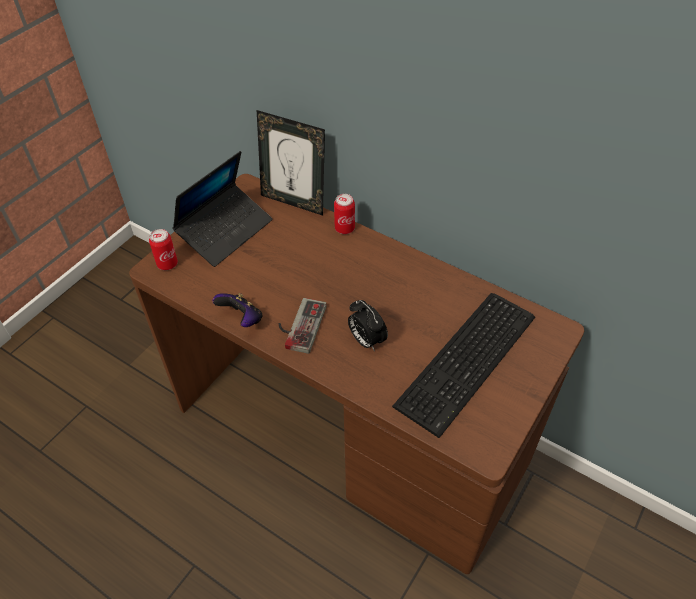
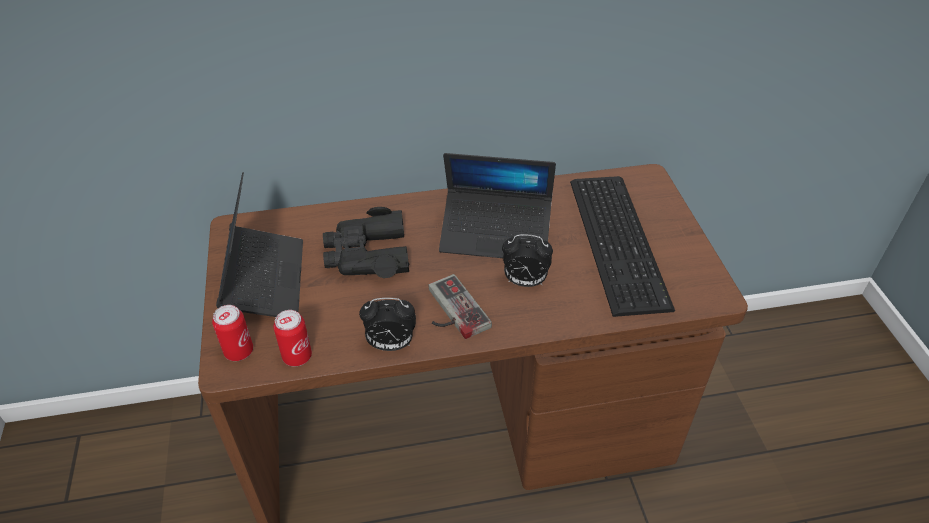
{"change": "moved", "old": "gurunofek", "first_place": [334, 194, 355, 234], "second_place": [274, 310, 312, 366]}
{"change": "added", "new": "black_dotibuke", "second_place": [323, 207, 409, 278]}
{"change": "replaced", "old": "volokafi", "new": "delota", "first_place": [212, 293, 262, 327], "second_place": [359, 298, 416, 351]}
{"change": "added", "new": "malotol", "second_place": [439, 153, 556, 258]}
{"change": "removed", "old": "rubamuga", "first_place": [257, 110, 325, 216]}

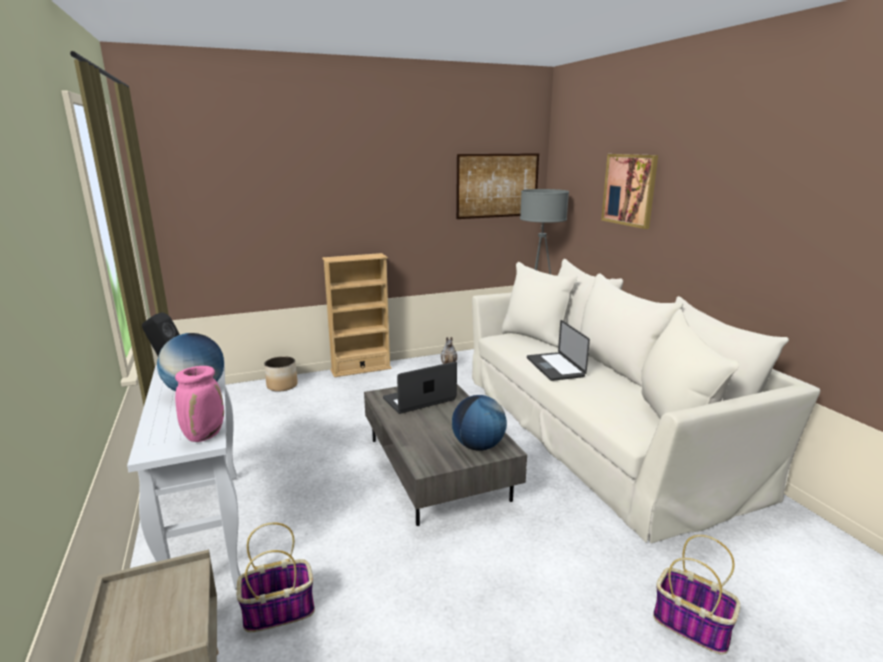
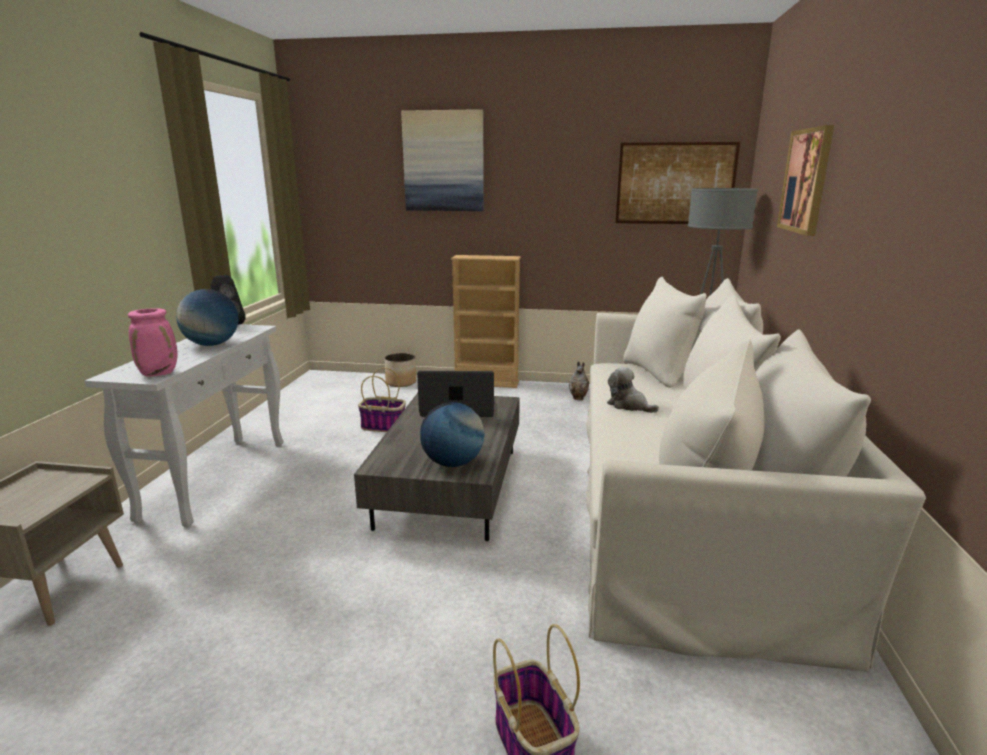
{"change": "moved", "old": "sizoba", "first_place": [237, 522, 315, 632], "second_place": [358, 368, 406, 432]}
{"change": "added", "new": "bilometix", "second_place": [401, 109, 484, 211]}
{"change": "replaced", "old": "malotol", "new": "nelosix", "first_place": [527, 320, 590, 381], "second_place": [607, 367, 659, 413]}

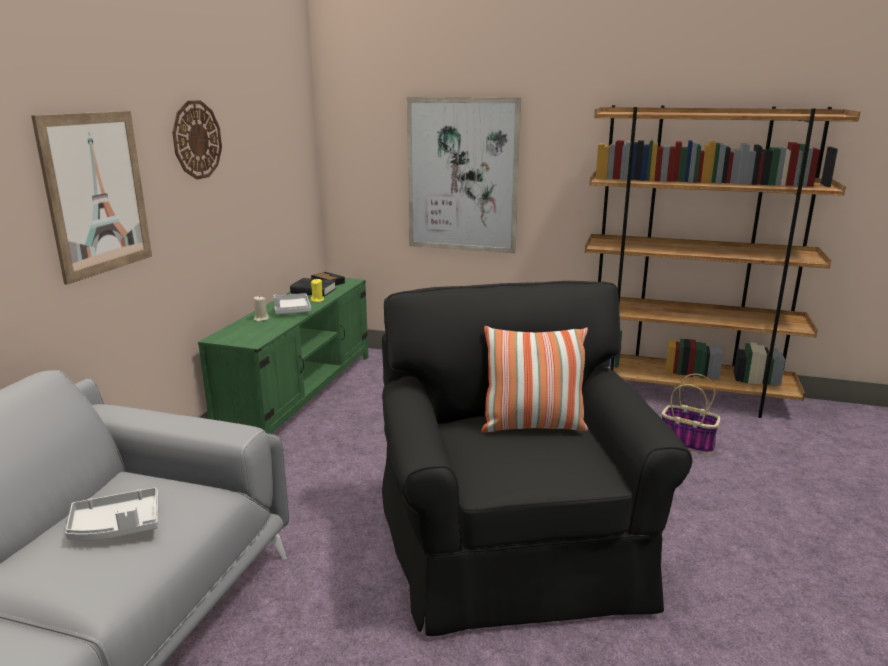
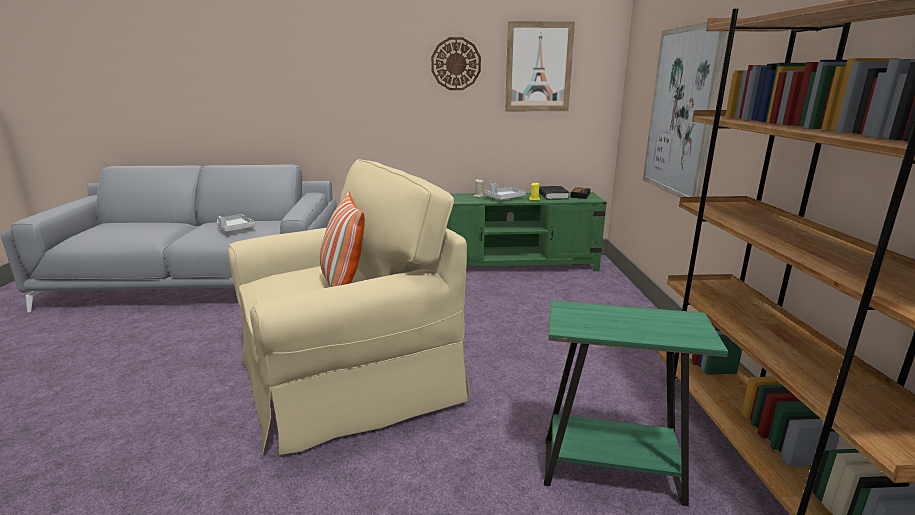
{"change": "recoloured", "old": "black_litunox", "new": "beige_litunox", "first_place": [382, 281, 692, 636], "second_place": [228, 159, 470, 455]}
{"change": "moved", "old": "bilometix", "first_place": [31, 111, 152, 285], "second_place": [505, 21, 575, 111]}
{"change": "replaced", "old": "sizoba", "new": "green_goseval", "first_place": [662, 374, 720, 454], "second_place": [544, 301, 728, 506]}

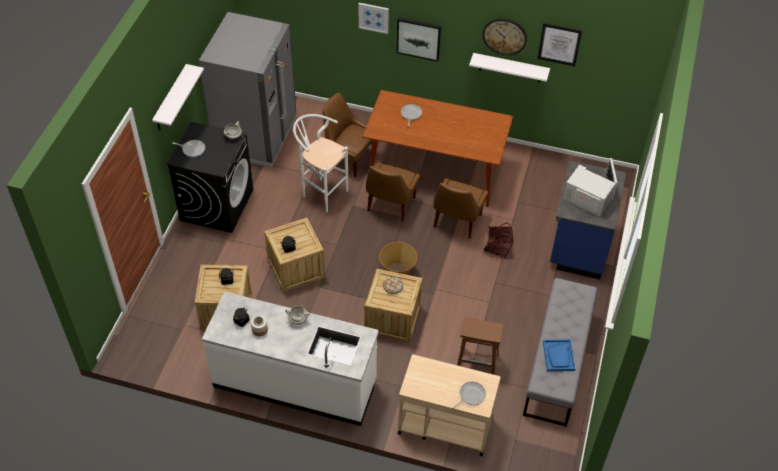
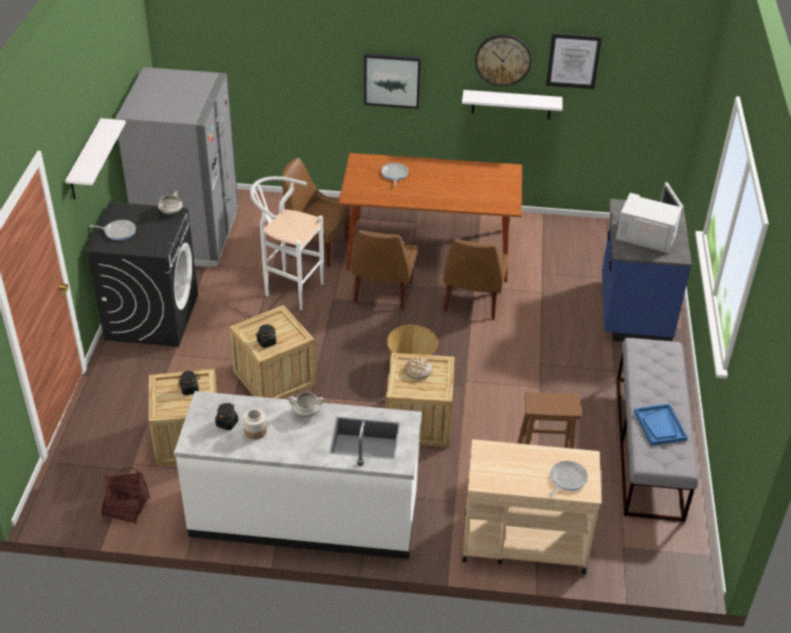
{"change": "moved", "old": "sizoba", "first_place": [484, 223, 514, 258], "second_place": [102, 467, 150, 524]}
{"change": "removed", "old": "bilometix", "first_place": [359, 3, 389, 34]}

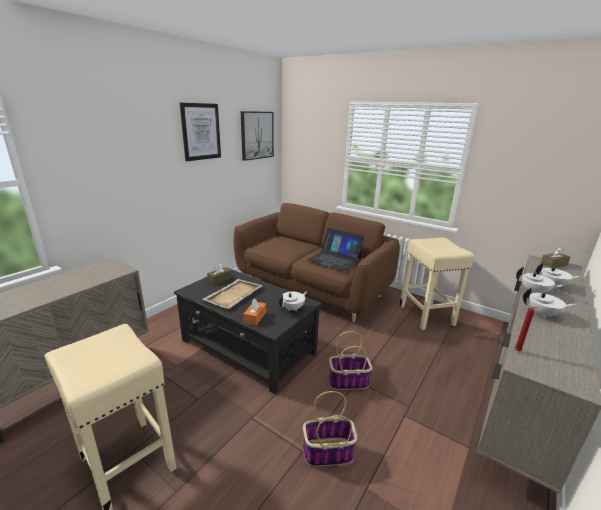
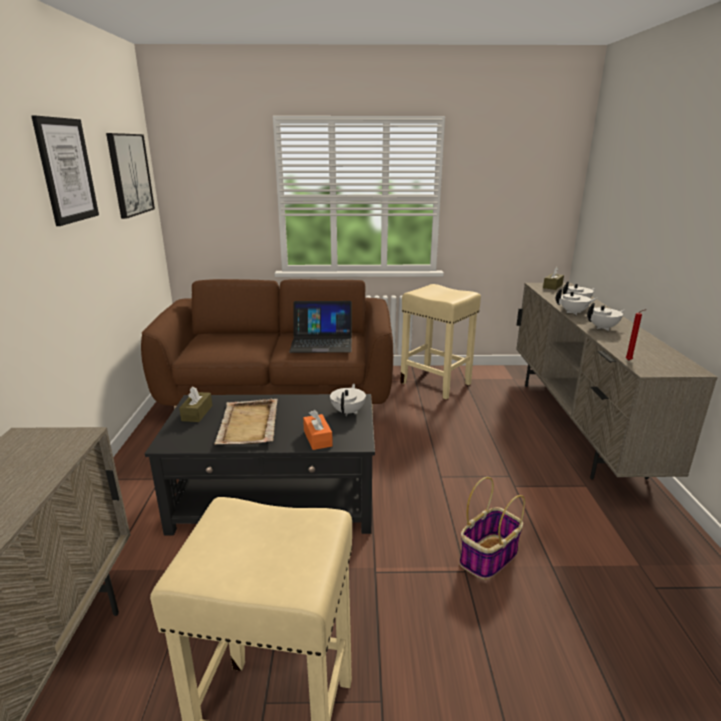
{"change": "removed", "old": "sizoba", "first_place": [329, 331, 373, 390]}

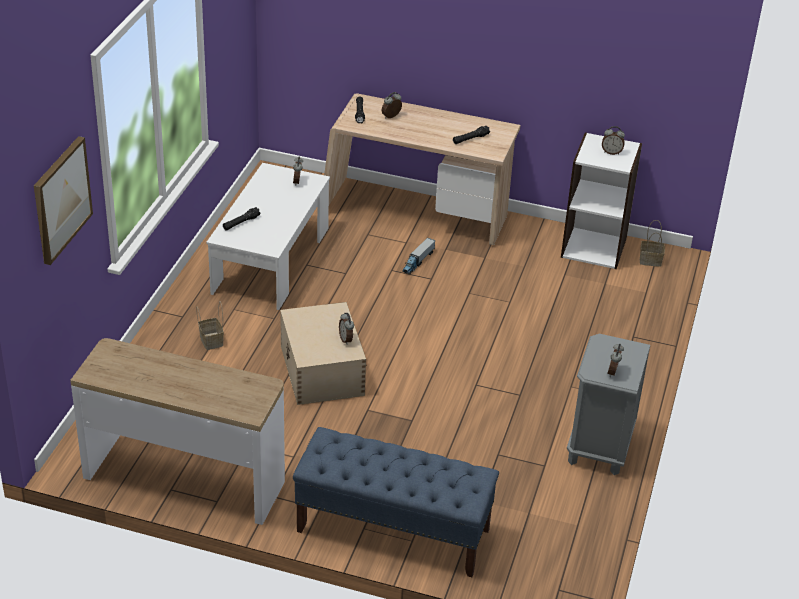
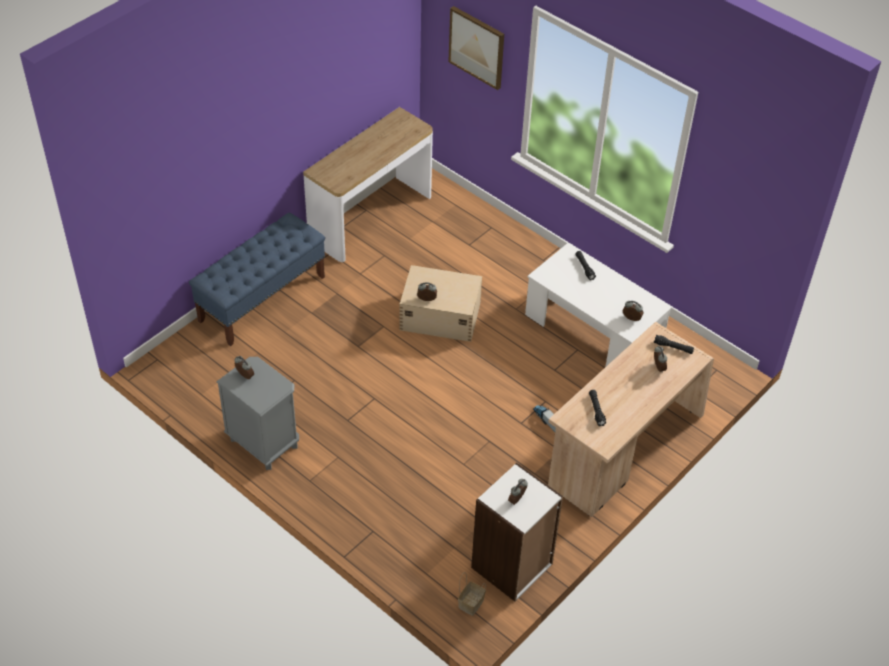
{"change": "removed", "old": "sizoba", "first_place": [196, 302, 224, 350]}

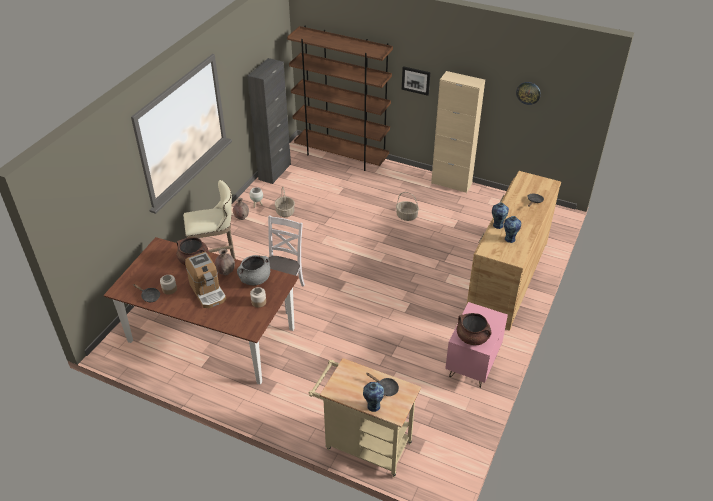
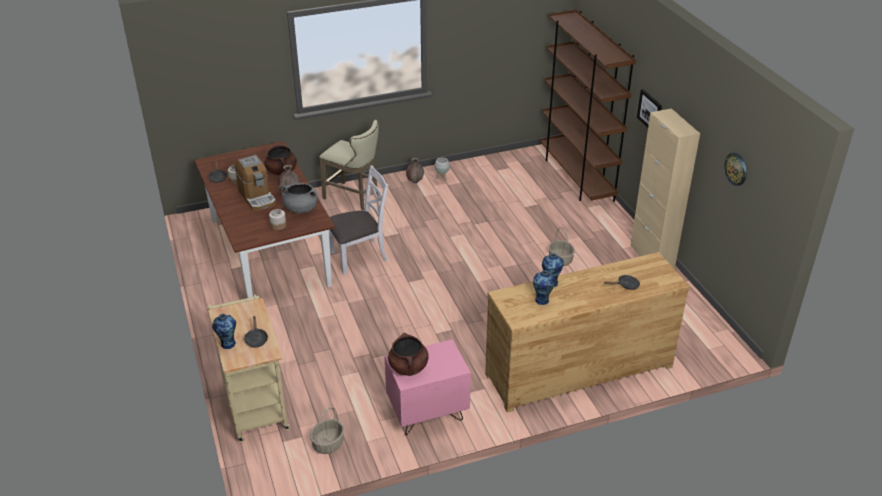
{"change": "turned", "old": "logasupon", "first_place": [185, 252, 226, 308], "second_place": [235, 155, 276, 211], "degrees": -45}
{"change": "moved", "old": "sizoba", "first_place": [275, 187, 295, 217], "second_place": [310, 408, 344, 454]}
{"change": "removed", "old": "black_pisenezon", "first_place": [247, 58, 291, 184]}

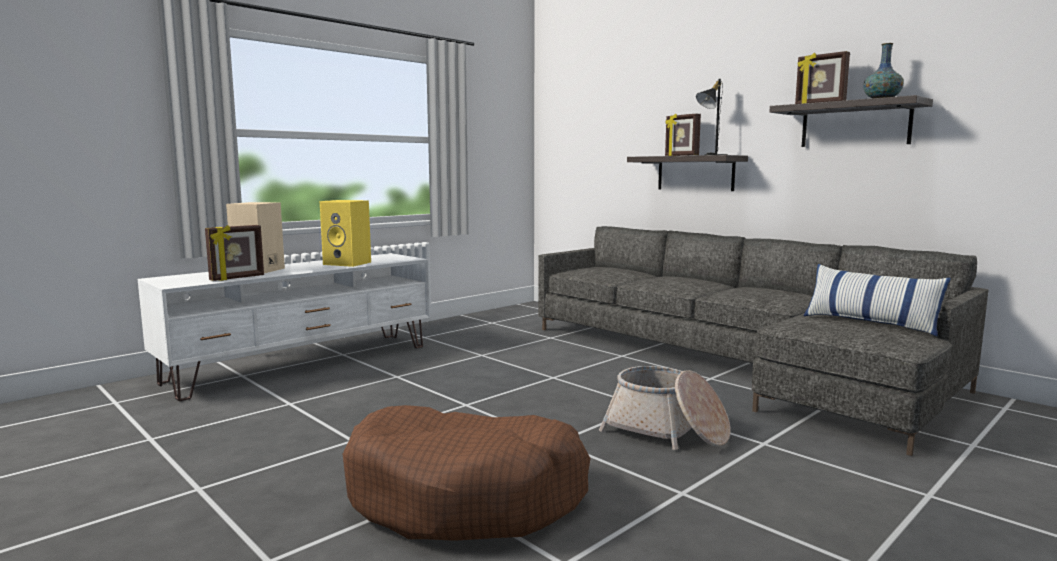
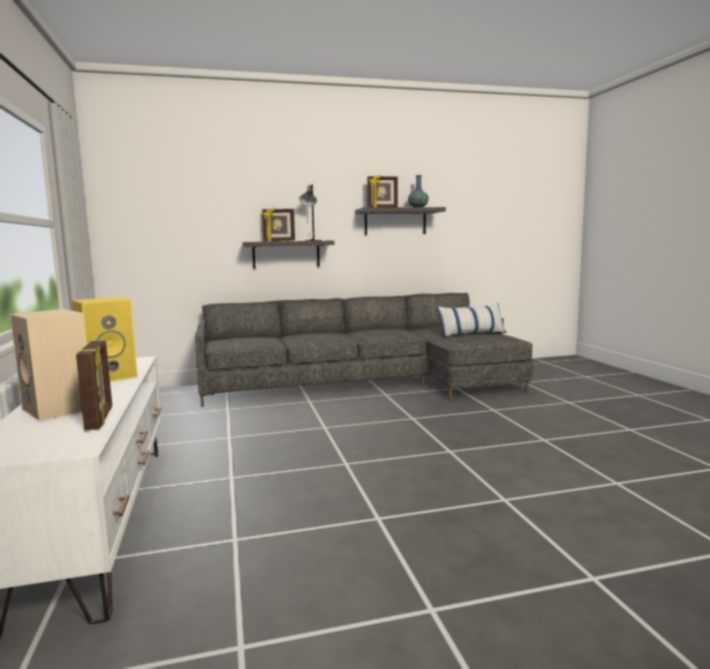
{"change": "removed", "old": "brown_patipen", "first_place": [343, 405, 591, 541]}
{"change": "removed", "old": "sizoba", "first_place": [599, 366, 731, 450]}

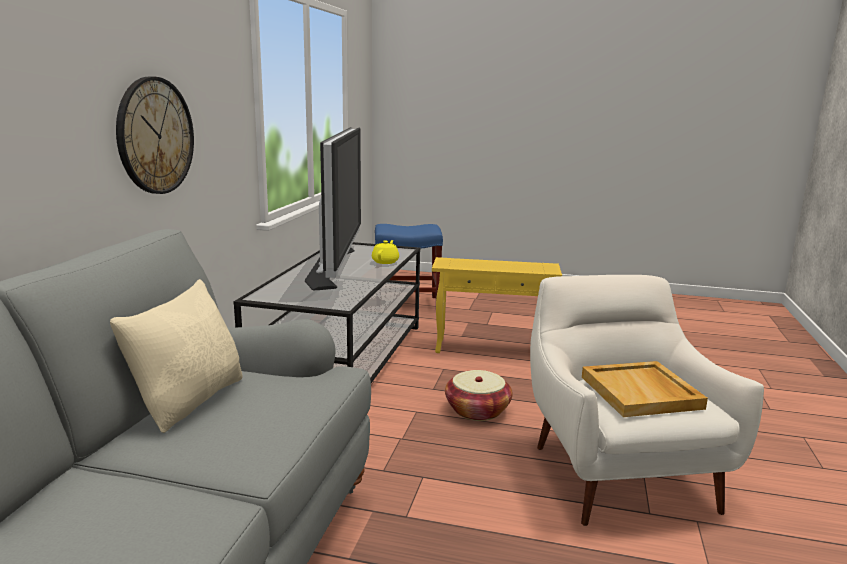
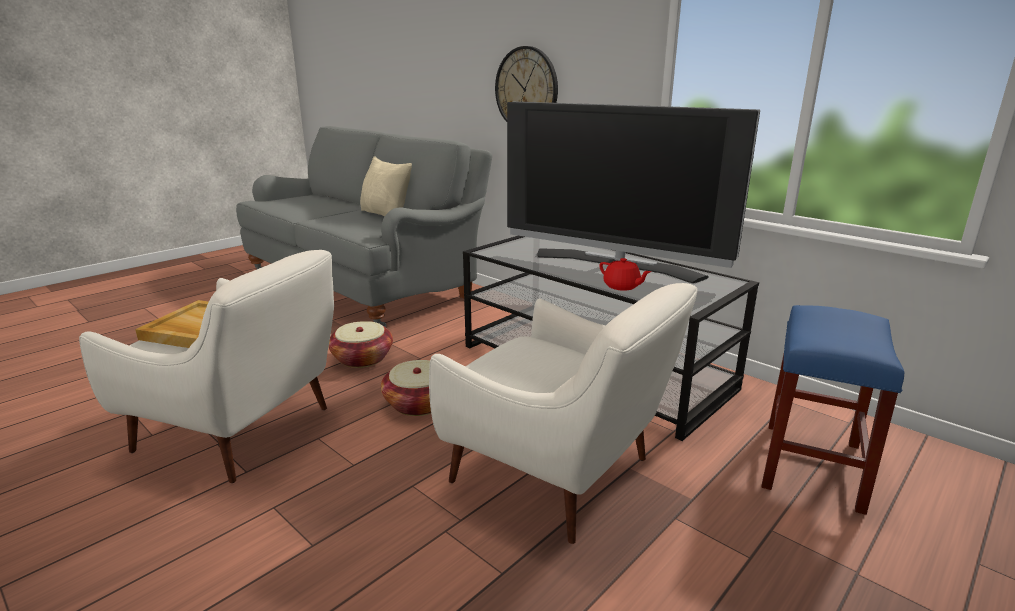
{"change": "added", "new": "sizoba", "second_place": [328, 321, 393, 368]}
{"change": "replaced", "old": "yellow_goseval", "new": "white_litunox", "first_place": [432, 257, 562, 353], "second_place": [429, 283, 698, 544]}
{"change": "recoloured", "old": "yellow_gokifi", "new": "red_gokifi", "first_place": [372, 240, 399, 264], "second_place": [599, 258, 651, 291]}

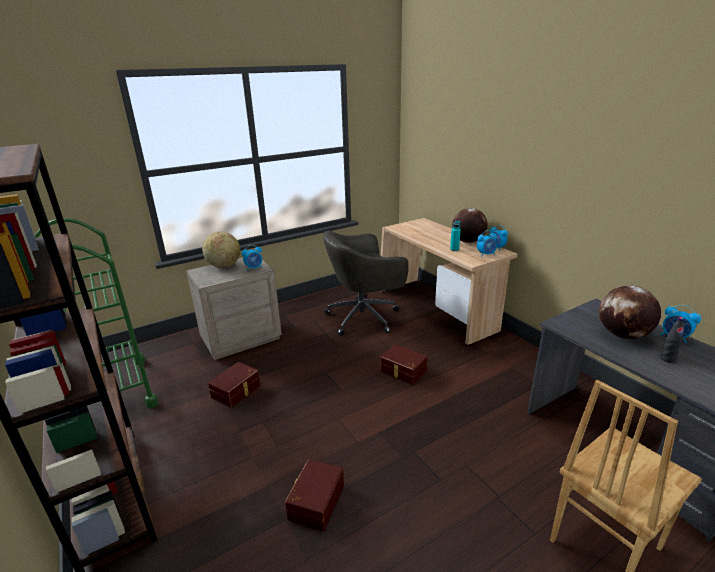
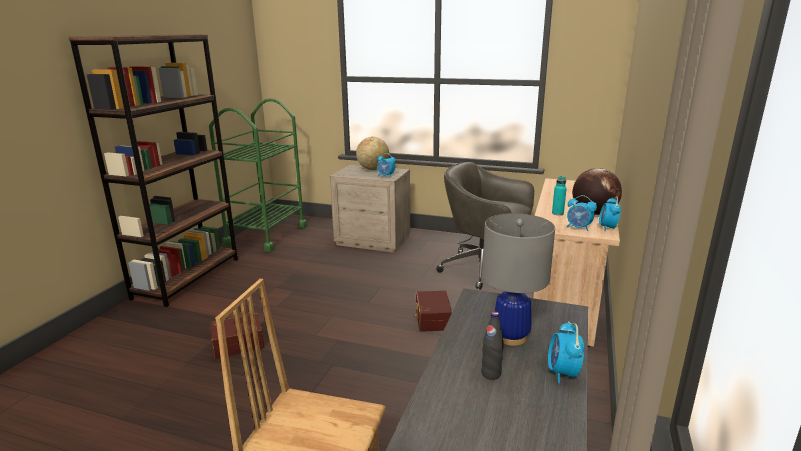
{"change": "replaced", "old": "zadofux", "new": "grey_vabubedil", "first_place": [599, 285, 661, 339], "second_place": [482, 213, 555, 346]}
{"change": "removed", "old": "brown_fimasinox", "first_place": [208, 362, 261, 408]}

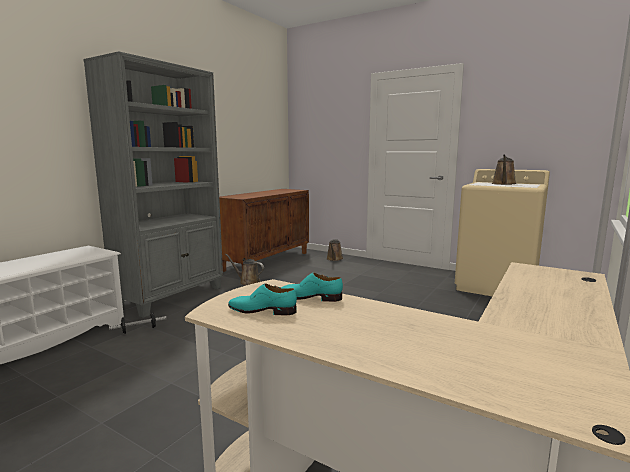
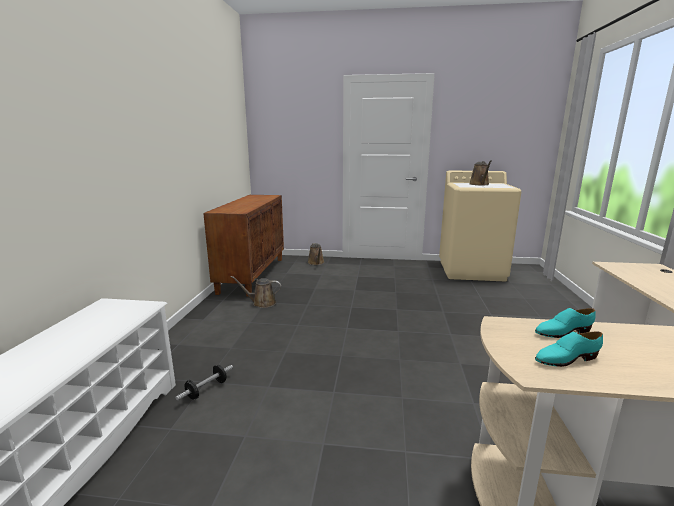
{"change": "removed", "old": "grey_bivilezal", "first_place": [83, 51, 223, 318]}

